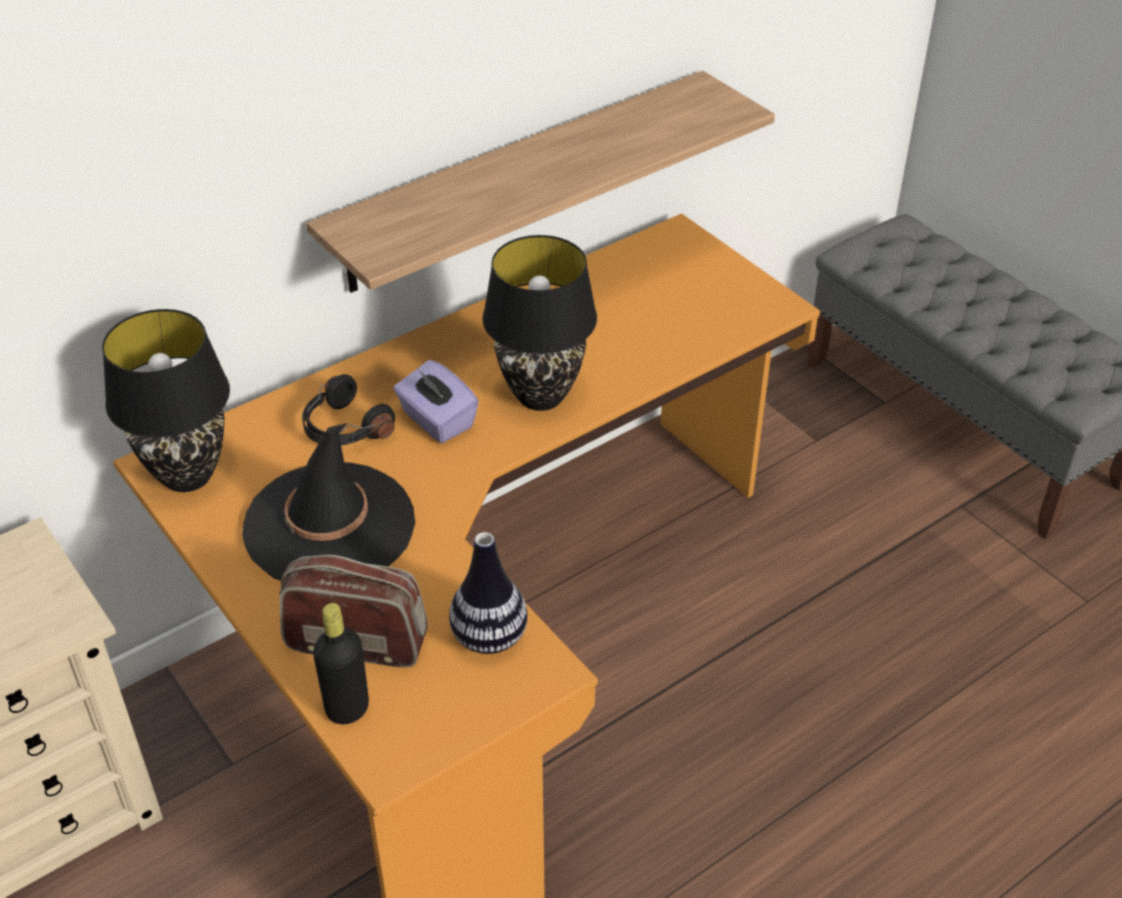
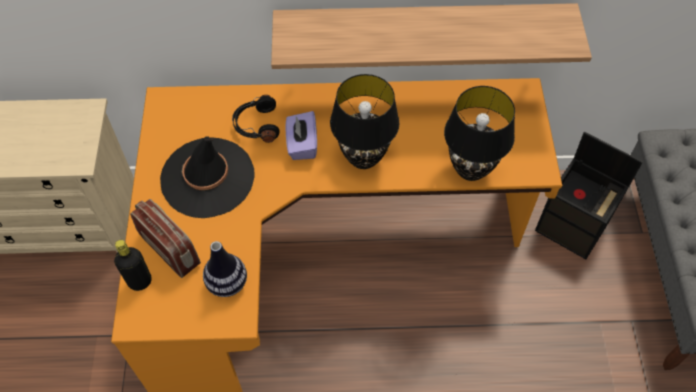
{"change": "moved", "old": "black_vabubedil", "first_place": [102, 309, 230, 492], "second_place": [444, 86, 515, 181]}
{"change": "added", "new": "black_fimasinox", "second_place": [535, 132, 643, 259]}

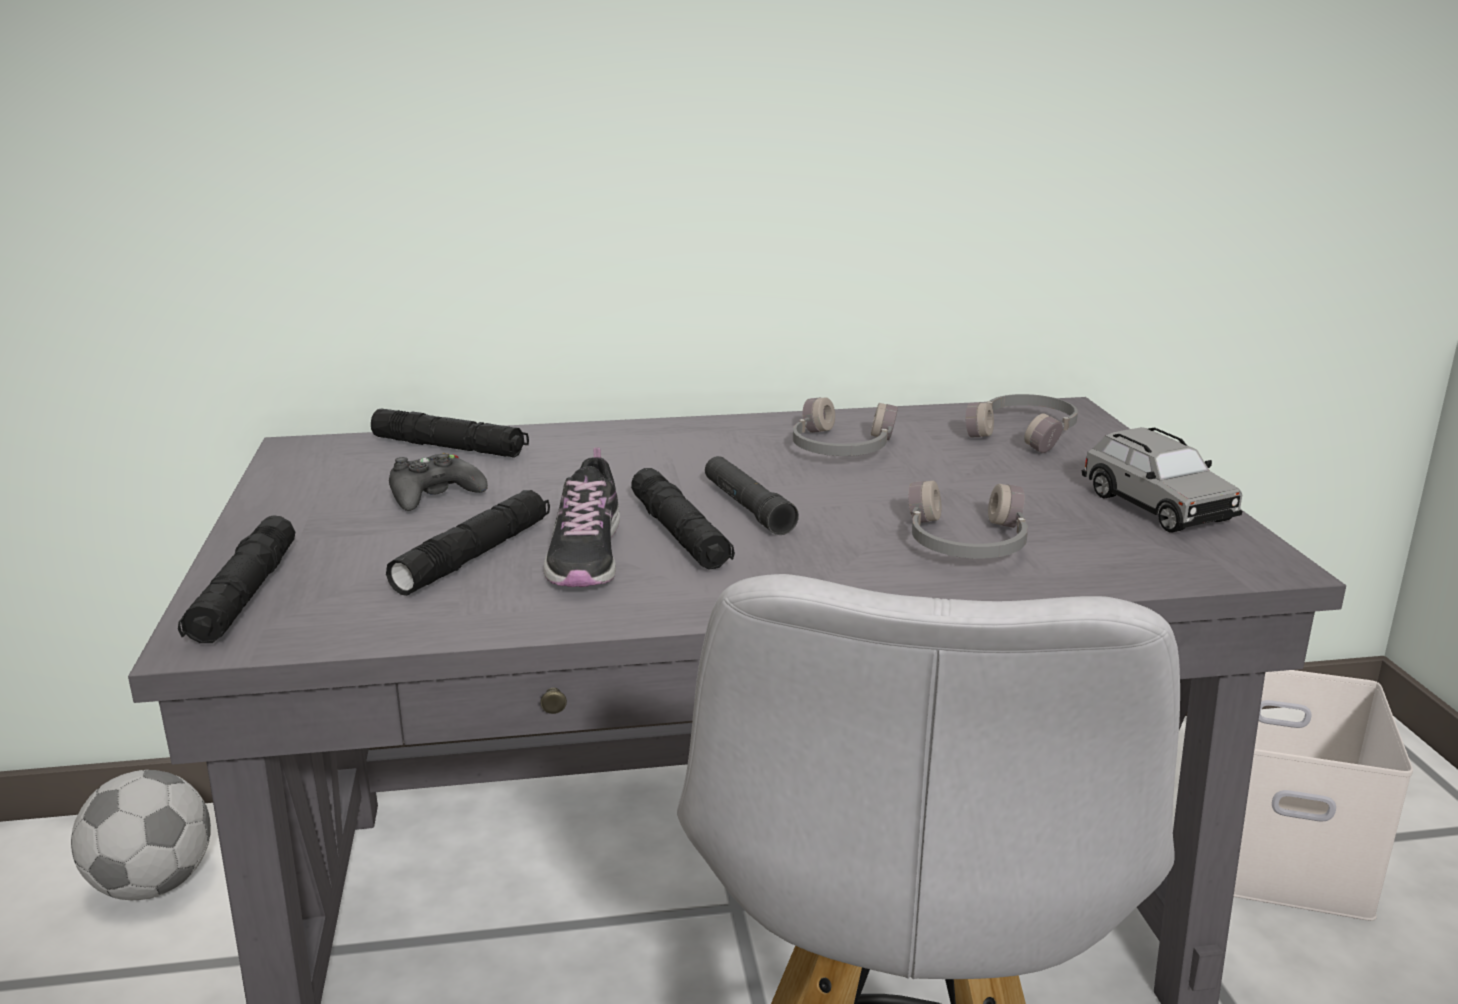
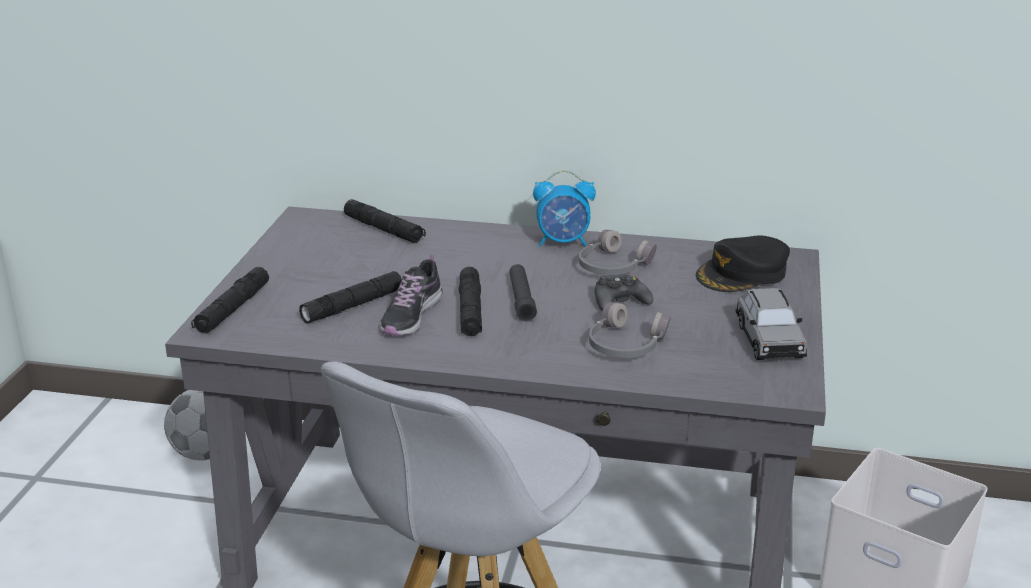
{"change": "added", "new": "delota", "second_place": [533, 170, 596, 247]}
{"change": "moved", "old": "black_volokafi", "first_place": [389, 453, 488, 511], "second_place": [595, 275, 653, 311]}
{"change": "replaced", "old": "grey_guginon", "new": "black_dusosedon", "first_place": [966, 394, 1078, 453], "second_place": [696, 236, 790, 292]}

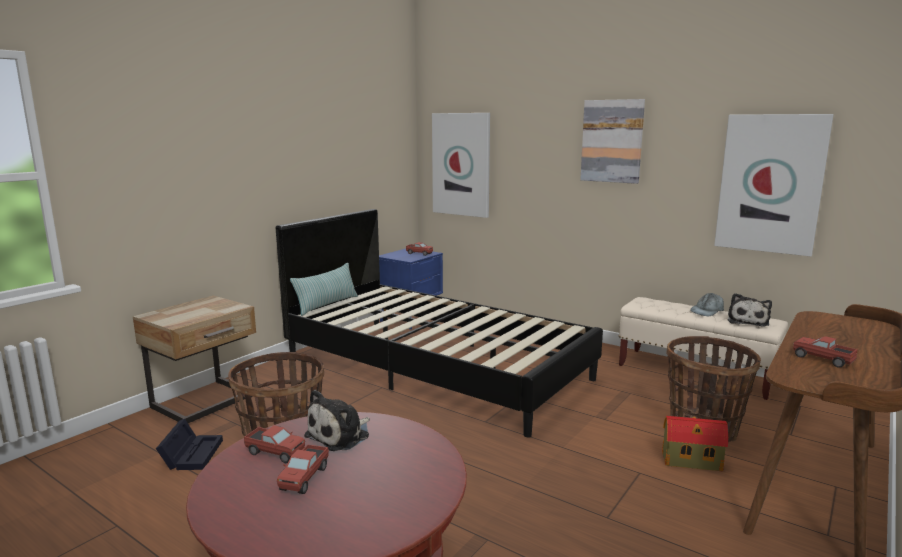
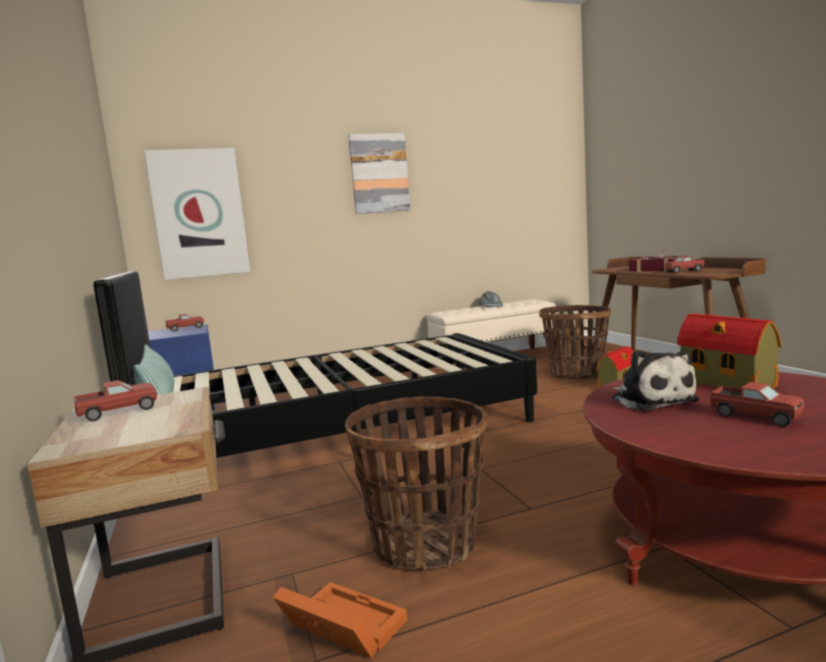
{"change": "moved", "old": "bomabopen", "first_place": [244, 425, 305, 463], "second_place": [74, 380, 157, 421]}
{"change": "recoloured", "old": "black_fimasinox", "new": "orange_fimasinox", "first_place": [156, 419, 223, 470], "second_place": [273, 582, 407, 659]}
{"change": "added", "new": "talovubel", "second_place": [629, 255, 683, 272]}
{"change": "added", "new": "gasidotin", "second_place": [677, 313, 782, 389]}
{"change": "removed", "old": "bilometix", "first_place": [714, 114, 834, 256]}
{"change": "removed", "old": "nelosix", "first_place": [728, 293, 772, 327]}

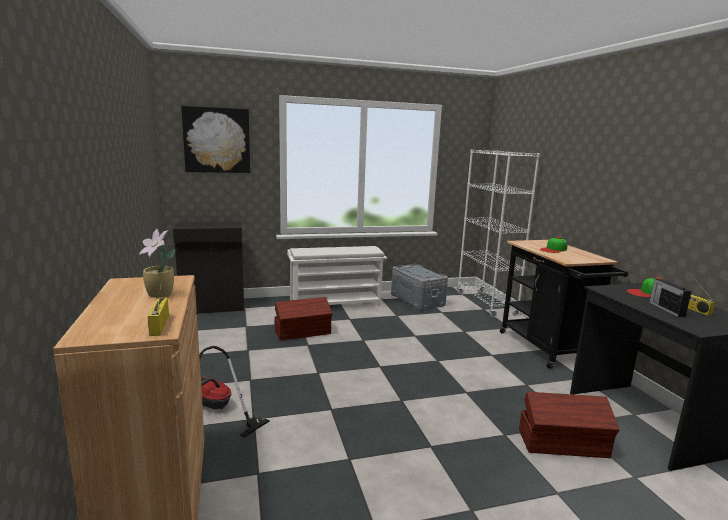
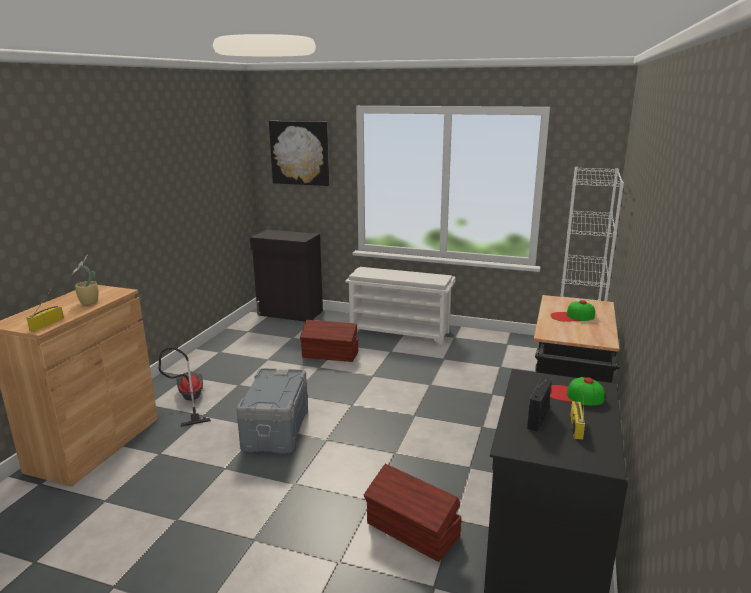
{"change": "moved", "old": "grey_fimasinox", "first_place": [391, 264, 448, 310], "second_place": [236, 368, 308, 454]}

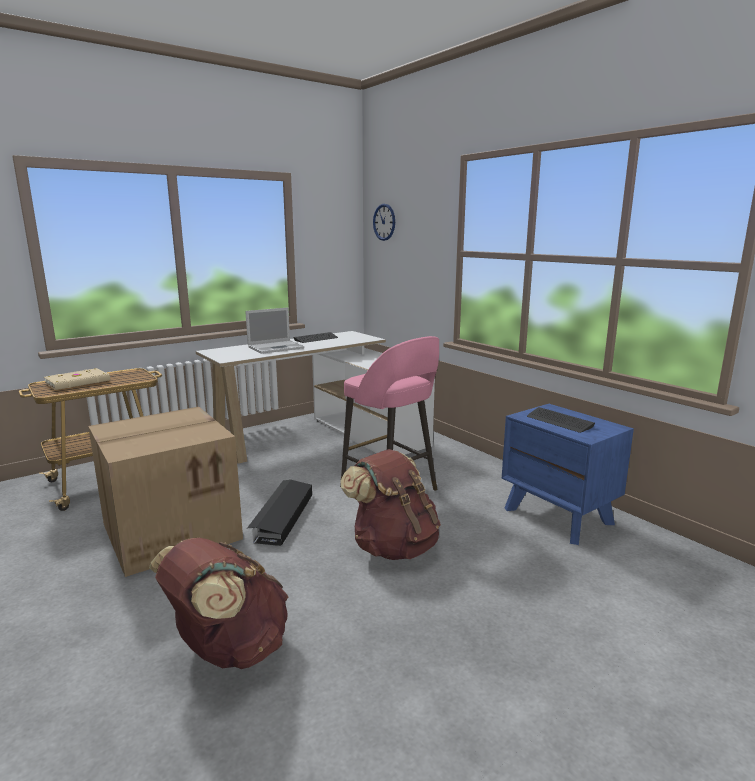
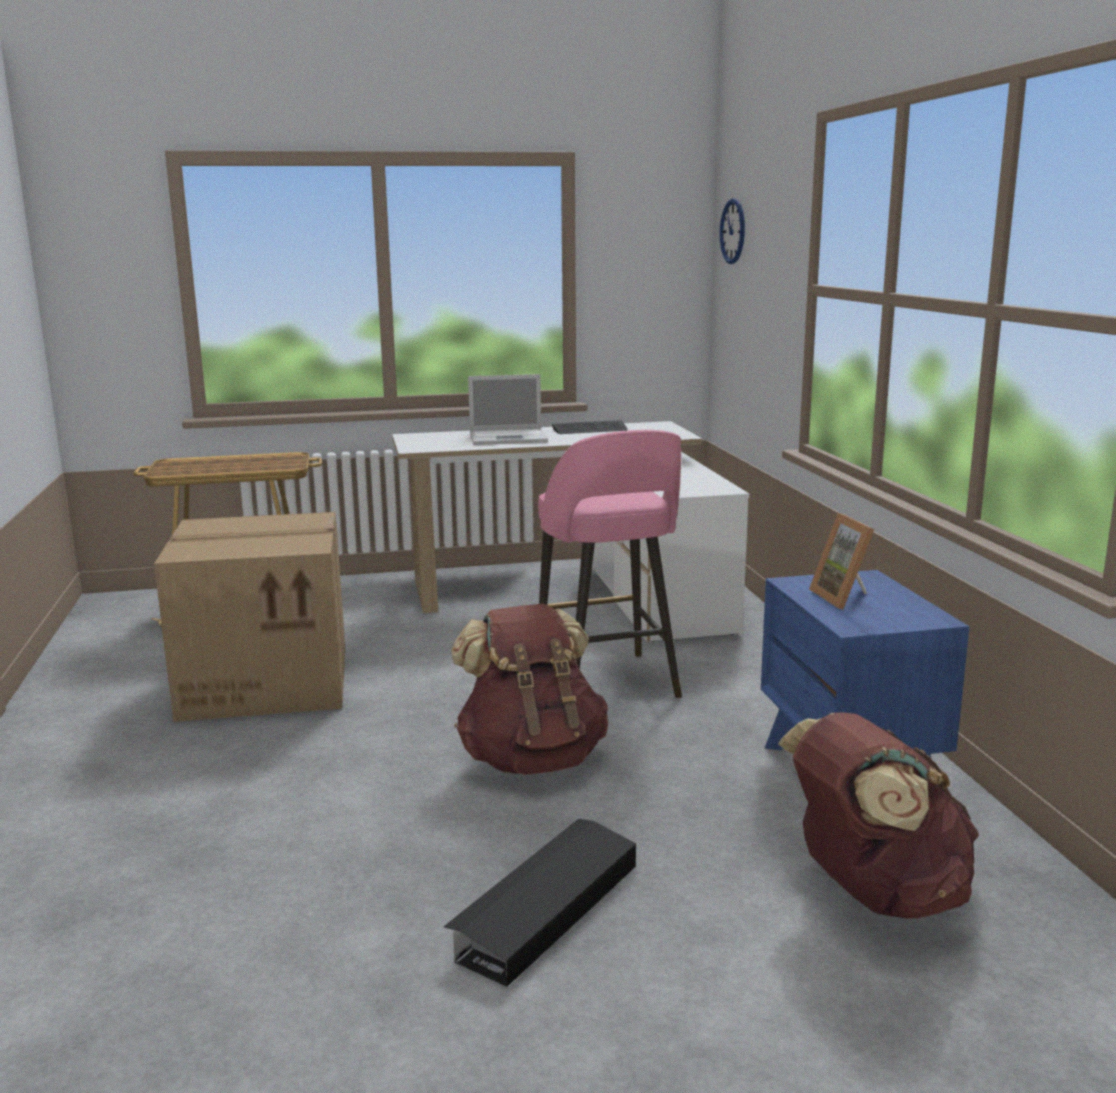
{"change": "moved", "old": "black_fimasinox", "first_place": [247, 480, 312, 546], "second_place": [443, 819, 636, 987]}
{"change": "moved", "old": "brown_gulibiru", "first_place": [149, 538, 289, 669], "second_place": [778, 713, 979, 918]}
{"change": "replaced", "old": "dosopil", "new": "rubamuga", "first_place": [527, 407, 595, 433], "second_place": [809, 513, 874, 609]}
{"change": "removed", "old": "beige_talovubel", "first_place": [44, 368, 110, 390]}

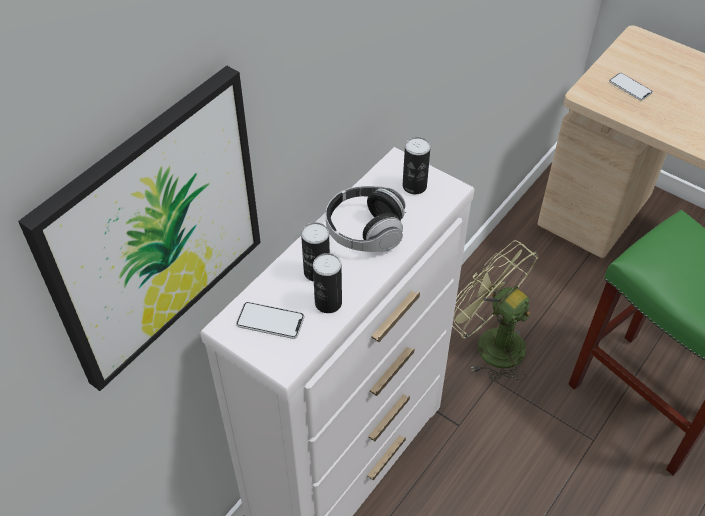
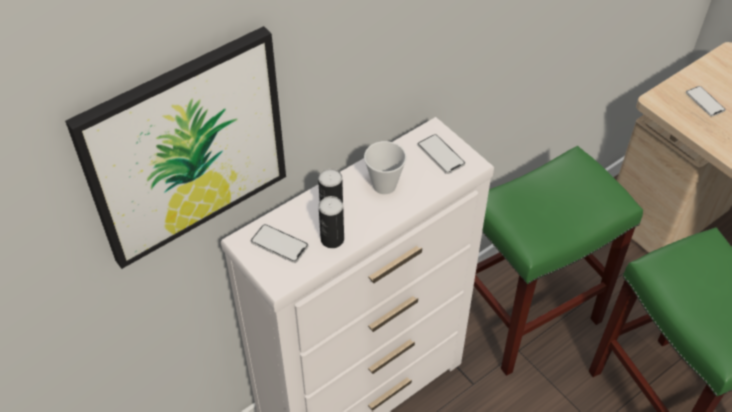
{"change": "replaced", "old": "guginon", "new": "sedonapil", "first_place": [326, 186, 406, 252], "second_place": [364, 141, 407, 194]}
{"change": "replaced", "old": "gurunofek", "new": "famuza", "first_place": [403, 137, 431, 194], "second_place": [417, 134, 465, 174]}
{"change": "replaced", "old": "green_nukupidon", "new": "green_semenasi", "first_place": [452, 240, 538, 381], "second_place": [474, 146, 643, 376]}

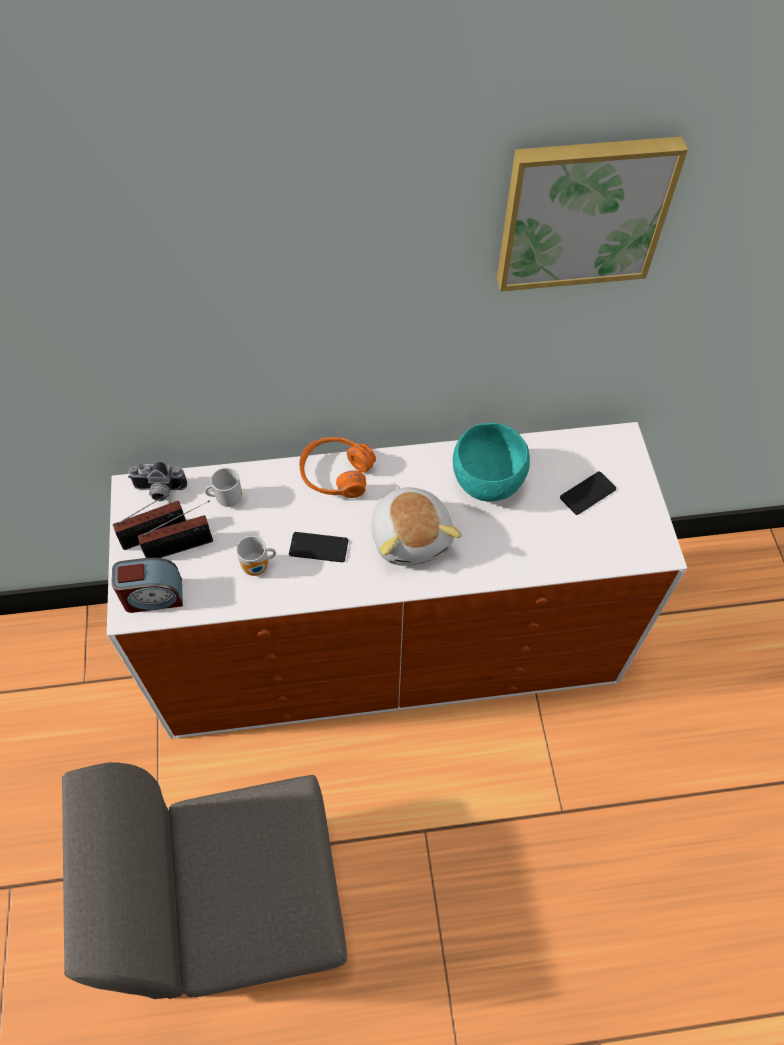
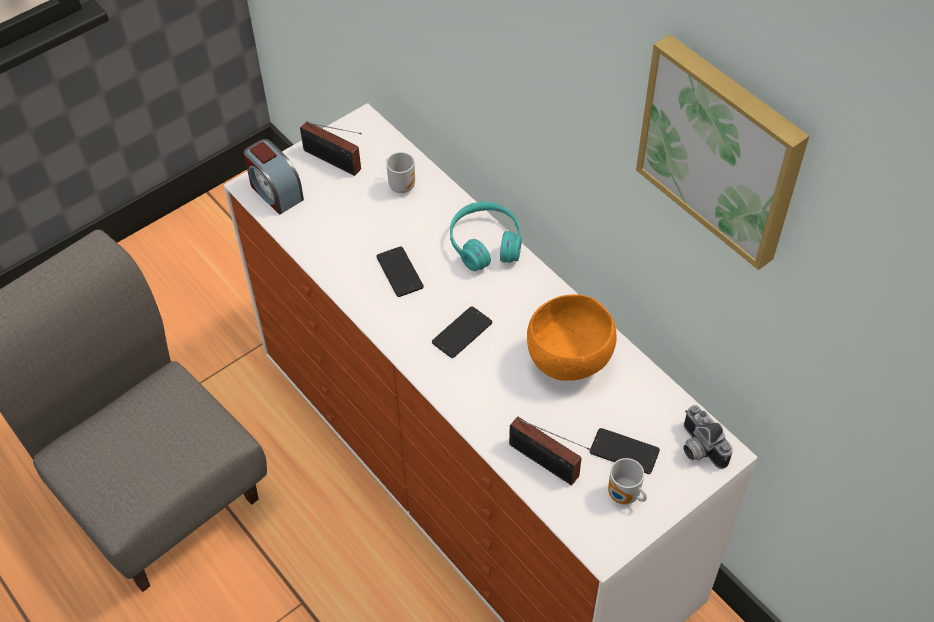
{"change": "replaced", "old": "nelosix", "new": "famuza", "first_place": [372, 485, 462, 566], "second_place": [432, 306, 492, 358]}
{"change": "recoloured", "old": "orange_guginon", "new": "turquoise_guginon", "first_place": [299, 437, 376, 498], "second_place": [450, 201, 522, 271]}
{"change": "moved", "old": "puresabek", "first_place": [138, 500, 213, 558], "second_place": [509, 416, 590, 485]}
{"change": "recoloured", "old": "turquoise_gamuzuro", "new": "orange_gamuzuro", "first_place": [453, 423, 530, 502], "second_place": [527, 294, 617, 381]}
{"change": "moved", "old": "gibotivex", "first_place": [236, 536, 276, 576], "second_place": [608, 458, 647, 505]}
{"change": "moved", "old": "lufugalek", "first_place": [128, 461, 187, 501], "second_place": [683, 405, 733, 469]}

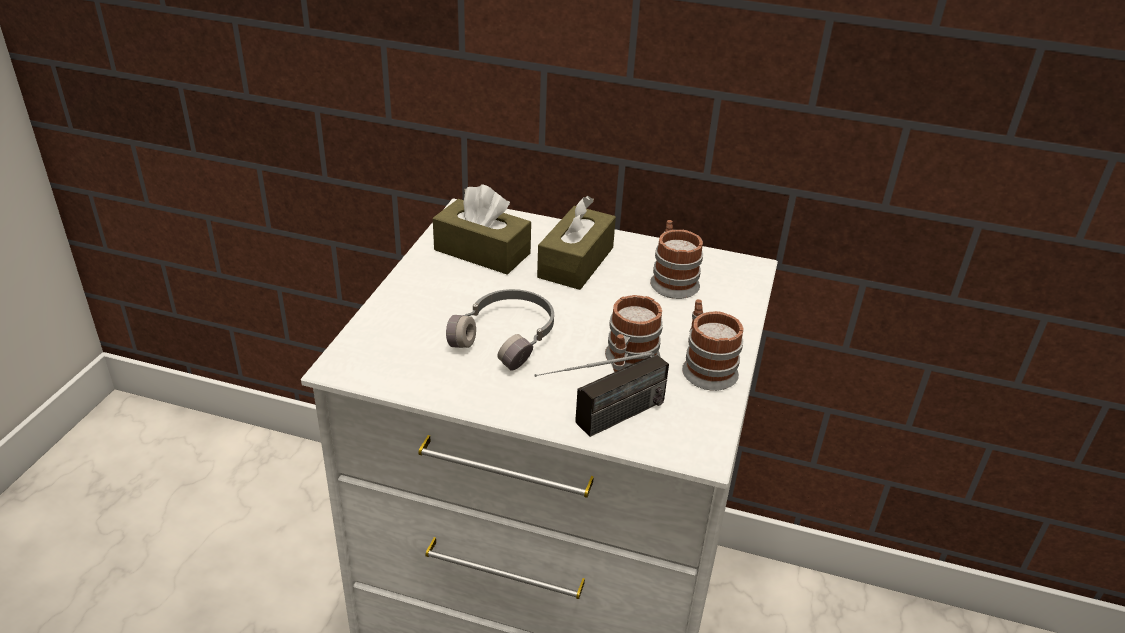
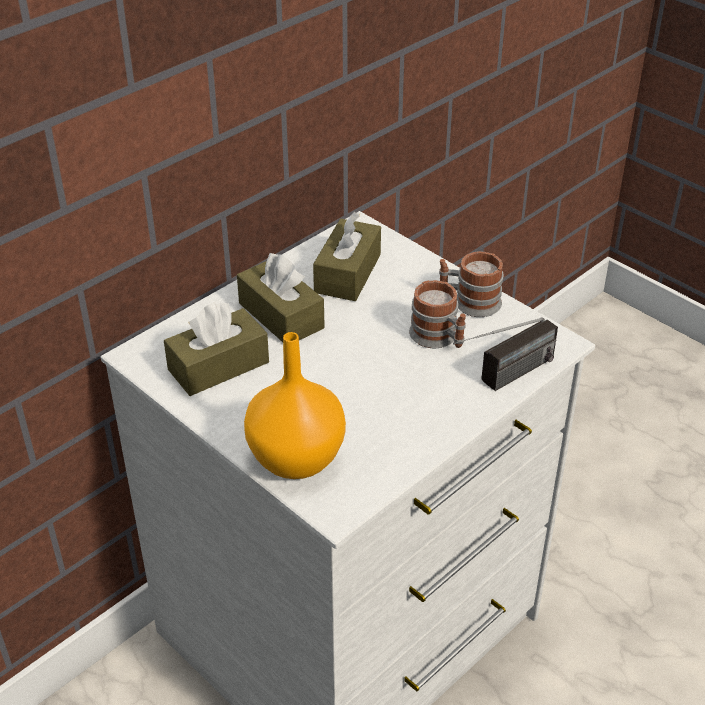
{"change": "added", "new": "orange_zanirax", "second_place": [244, 332, 346, 479]}
{"change": "replaced", "old": "gibotivex", "new": "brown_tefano", "first_place": [650, 220, 703, 299], "second_place": [313, 212, 381, 301]}
{"change": "turned", "old": "puresabek", "first_place": [535, 352, 669, 437], "second_place": [453, 318, 558, 391], "degrees": 60}
{"change": "removed", "old": "grey_guginon", "first_place": [446, 289, 554, 371]}

